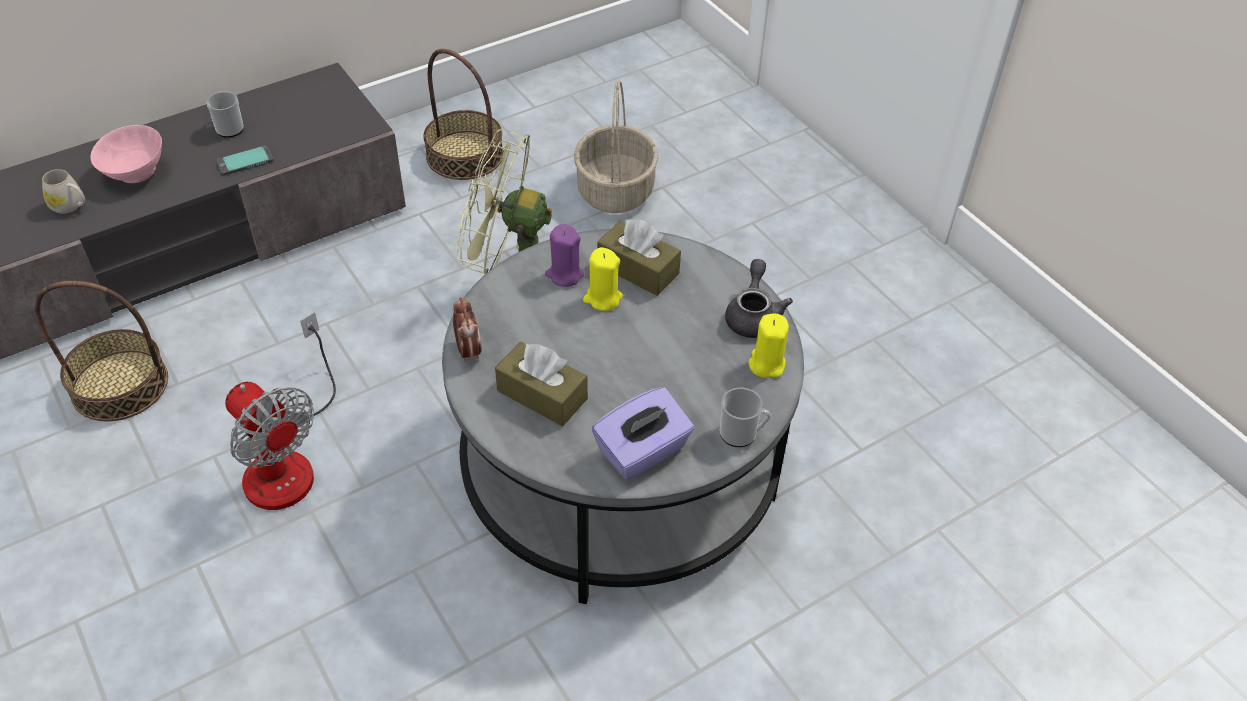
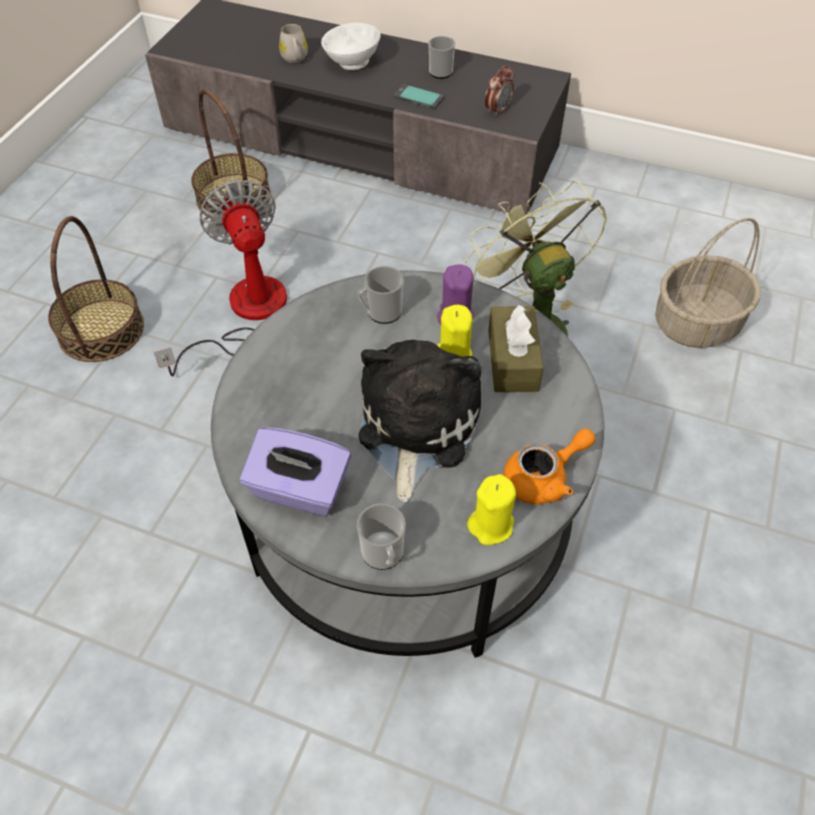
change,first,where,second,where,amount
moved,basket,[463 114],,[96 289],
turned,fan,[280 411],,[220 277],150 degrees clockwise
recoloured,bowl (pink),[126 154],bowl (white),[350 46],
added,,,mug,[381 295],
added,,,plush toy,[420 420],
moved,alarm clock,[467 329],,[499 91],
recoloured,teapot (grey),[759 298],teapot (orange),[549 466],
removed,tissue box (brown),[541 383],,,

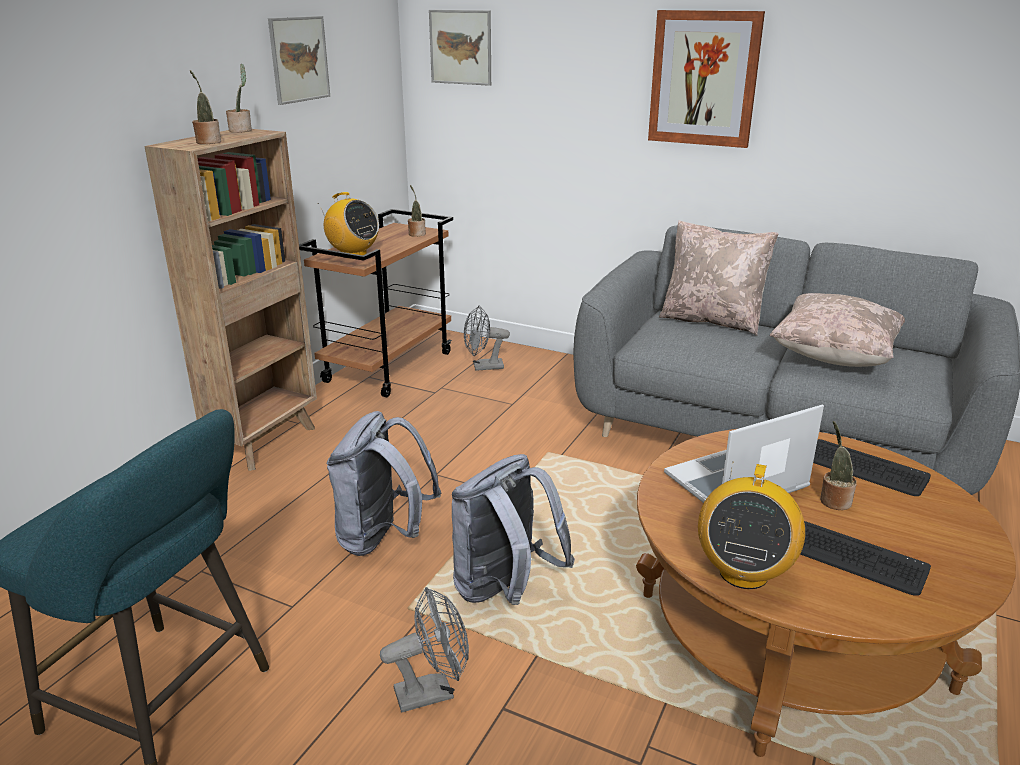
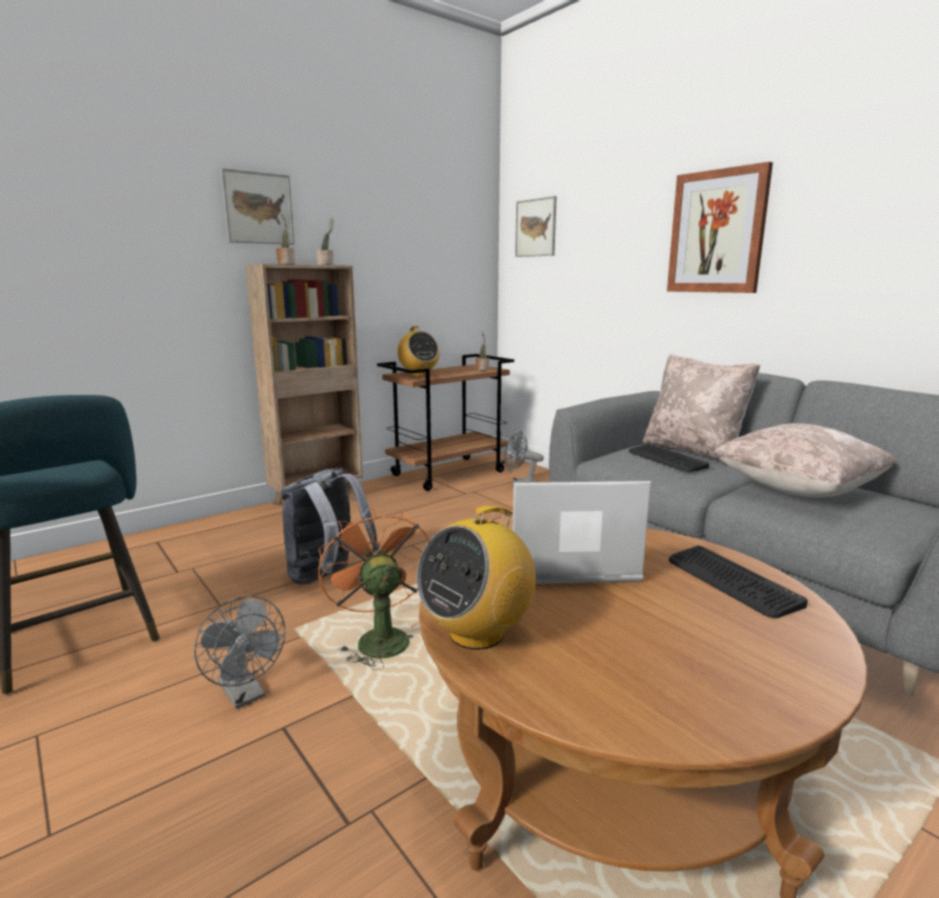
change,first,where,second,where,amount
turned,fan (grey),[424 649],,[239 652],45 degrees clockwise
moved,picture,[299 60],,[258 206],
replaced,backpack (grey),[513 529],fan (orange),[373 588],
moved,keyboard,[865 558],,[669 458],
removed,potted plant,[838 465],,,

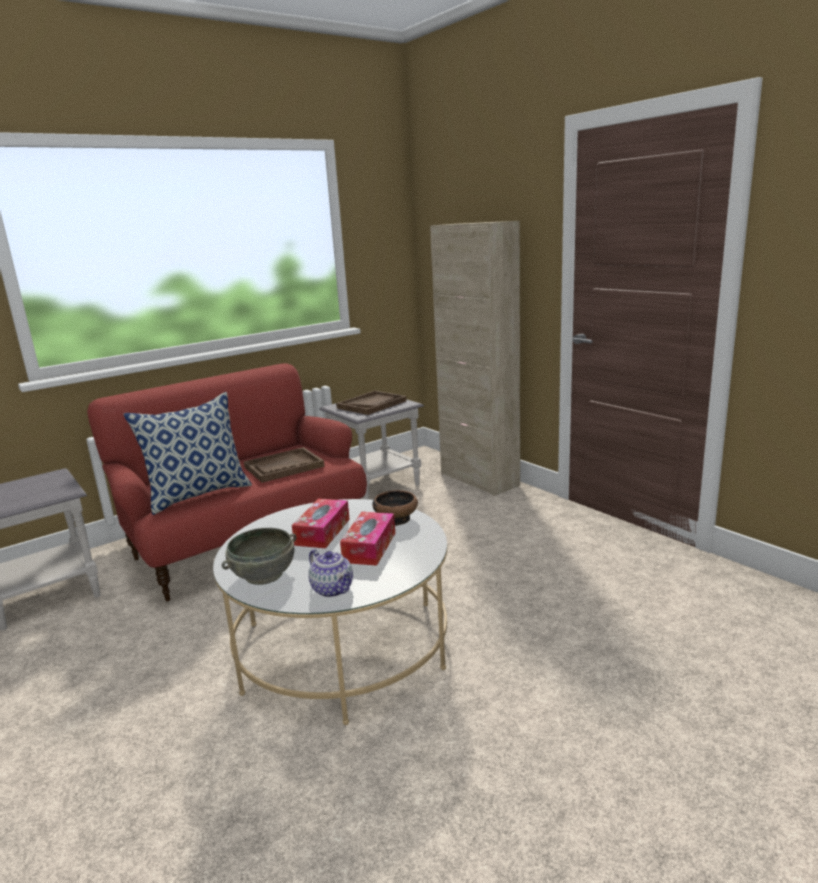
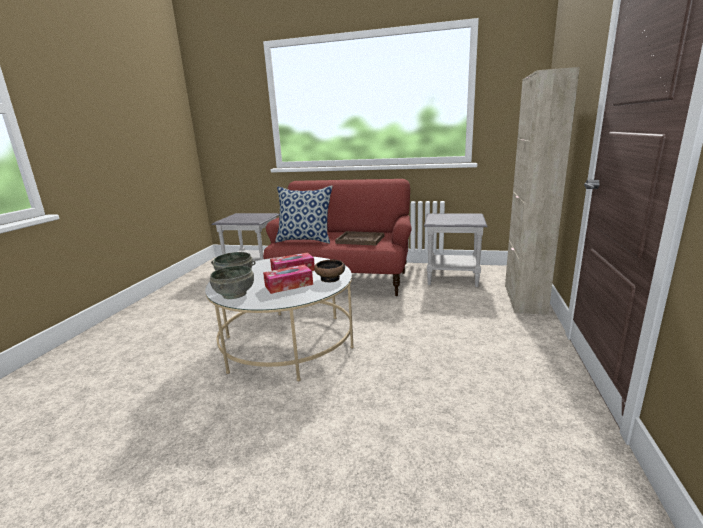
change,first,where,second,where,amount
replaced,teapot,[330 573],bowl (grey),[232 282],
removed,tray (brown),[371 403],,,

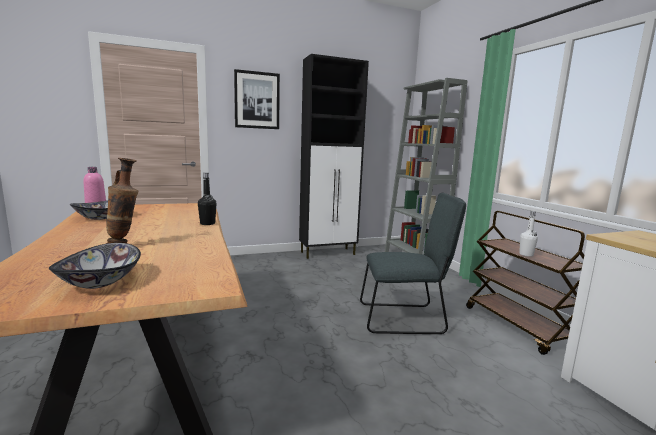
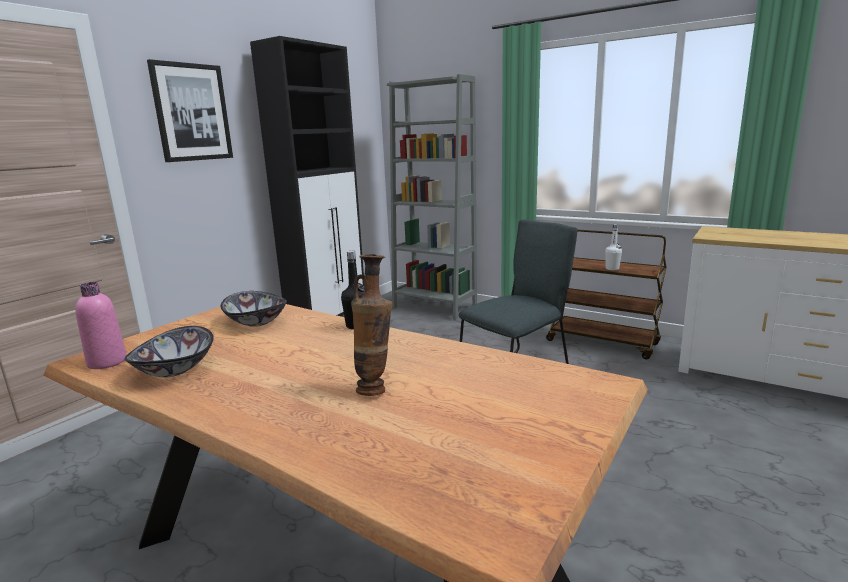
change,first,where,second,where,amount
moved,bowl,[95 266],,[254 309],

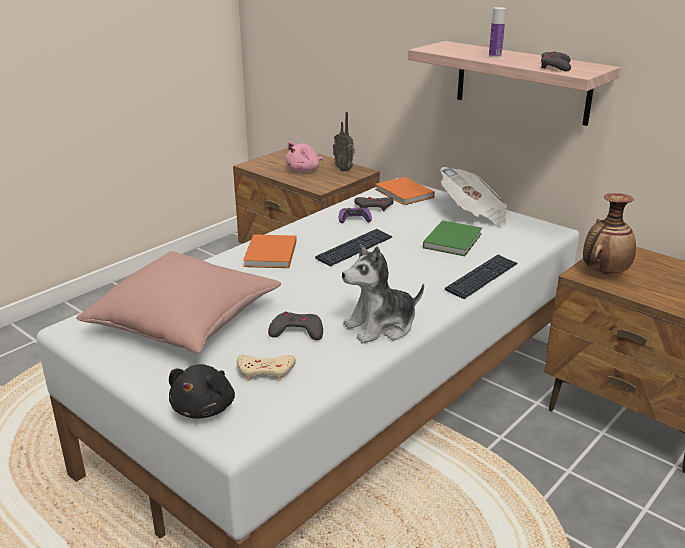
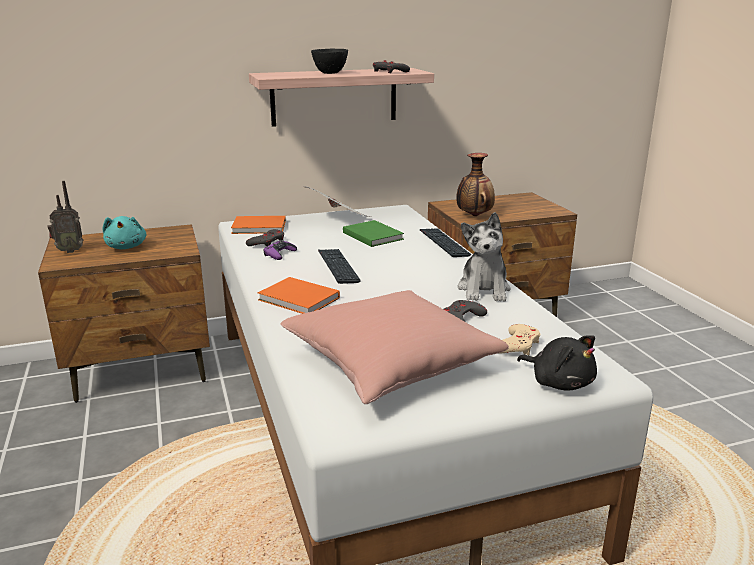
change,first,where,second,where,amount
moved,radio,[344 142],,[65 217],
recoloured,plush toy (pink),[305 156],plush toy (turquoise),[124 232],
replaced,bottle,[497 32],bowl (black),[329 61],

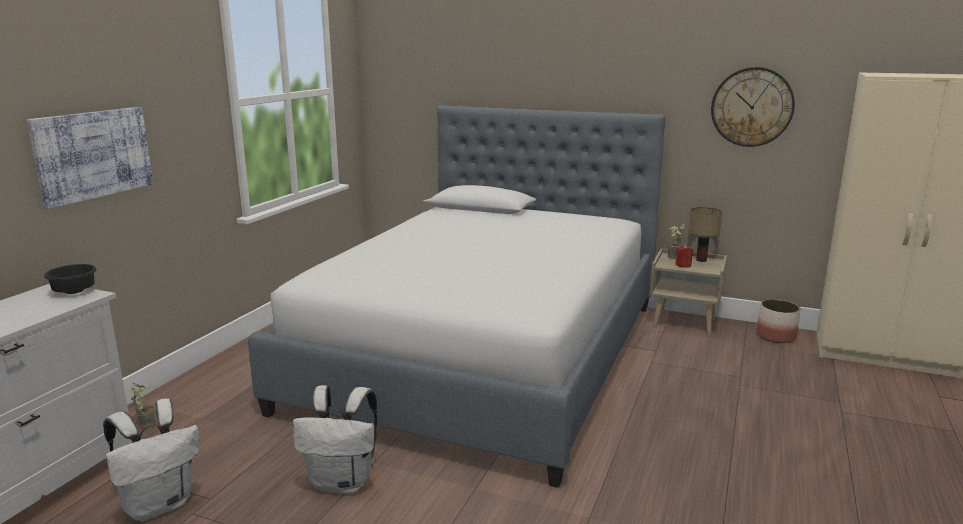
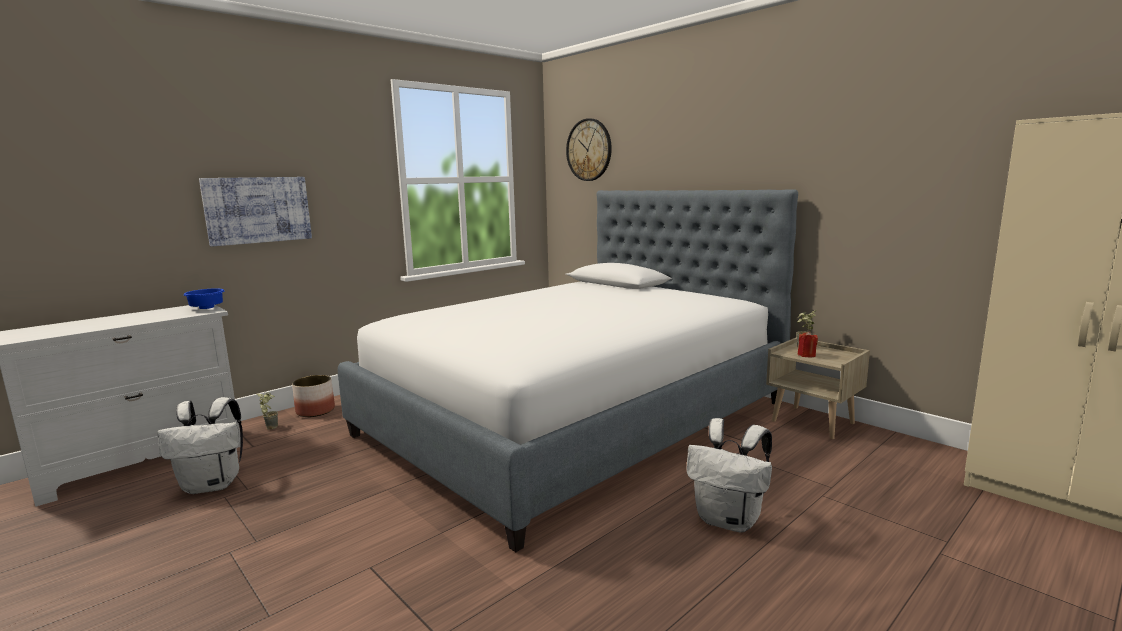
change,first,where,second,where,amount
recoloured,bowl (black),[70 279],bowl (blue),[204 298],
moved,planter,[779 321],,[313 396],
moved,wall clock,[753 107],,[589 149],
moved,backpack (white),[335 439],,[729 475],
removed,table lamp,[705 234],,,

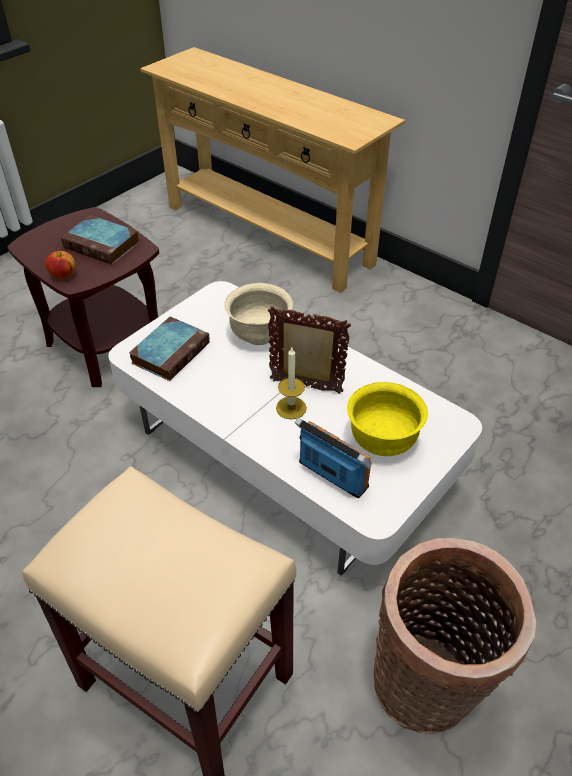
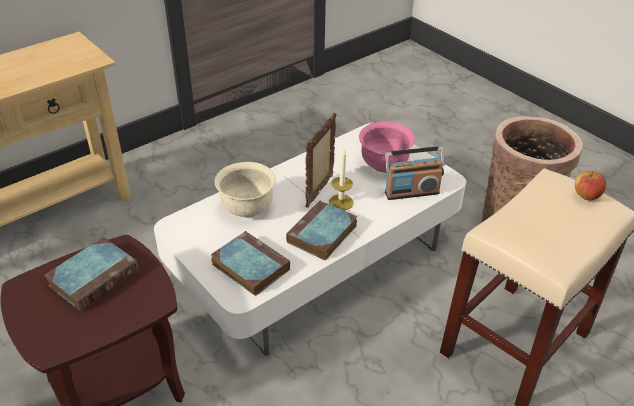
change,first,where,second,where,amount
added,,,book,[321 230],
recoloured,bowl (yellow),[387 419],bowl (pink),[387 147],
turned,radio,[333 458],,[414 173],150 degrees counterclockwise
moved,apple,[60 265],,[590 186],

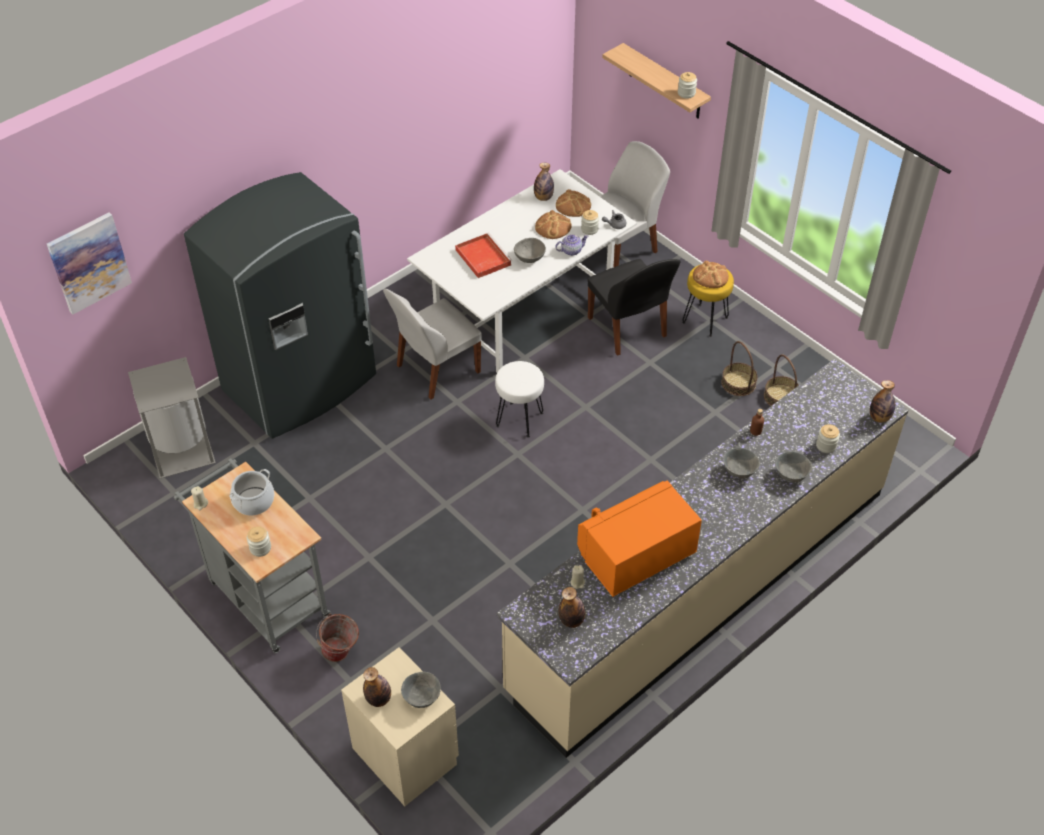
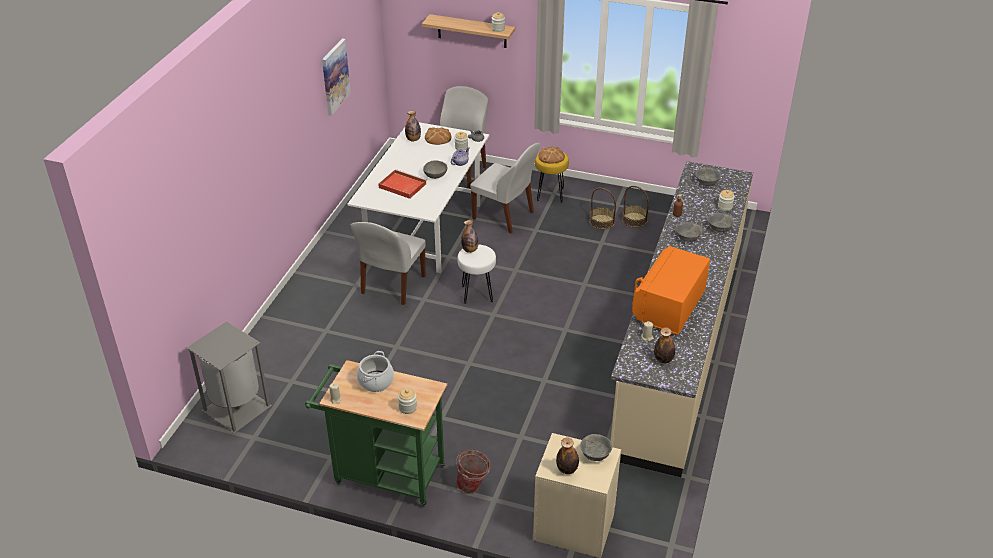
change,first,where,second,where,amount
recoloured,cart (grey),[252 555],cart (green),[376 433],
moved,picture,[89 263],,[336 77],
moved,bottle,[882 401],,[470 236],
recoloured,chair (black),[634 307],chair (white),[505 188],
added,,,bowl (grey),[708 176],
removed,fridge (grey),[280 305],,,
removed,bread,[553 224],,,

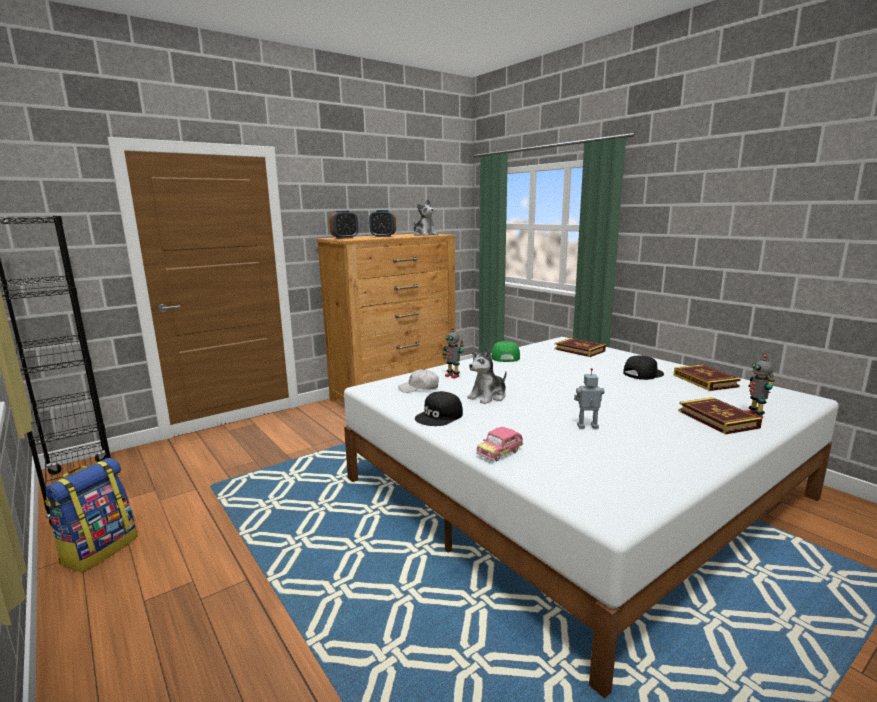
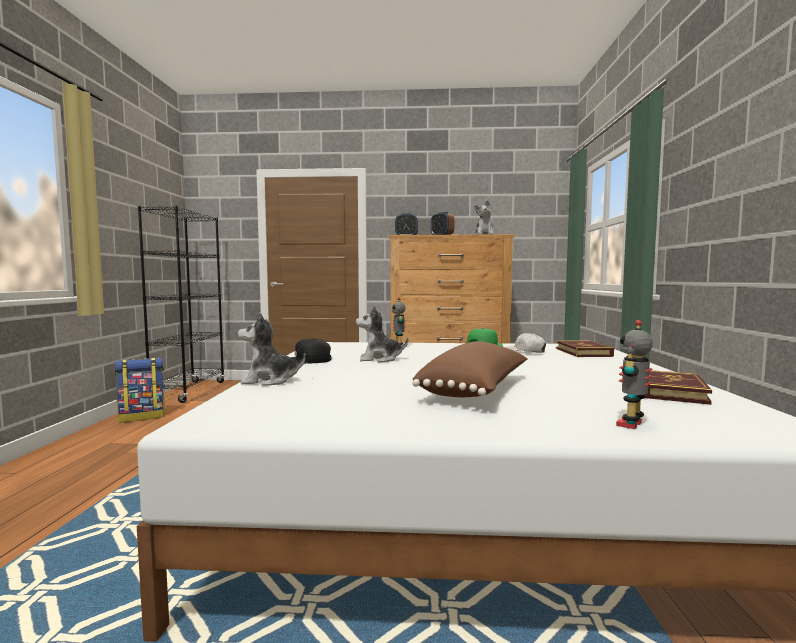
change,first,where,second,where,amount
replaced,toy car,[499 444],plush toy,[272 349],
added,,,pillow (brown),[470 369],
moved,cap (white),[418 381],,[525 343],
removed,toy robot,[589 398],,,
removed,cap (black),[643 367],,,
removed,book,[720 416],,,

